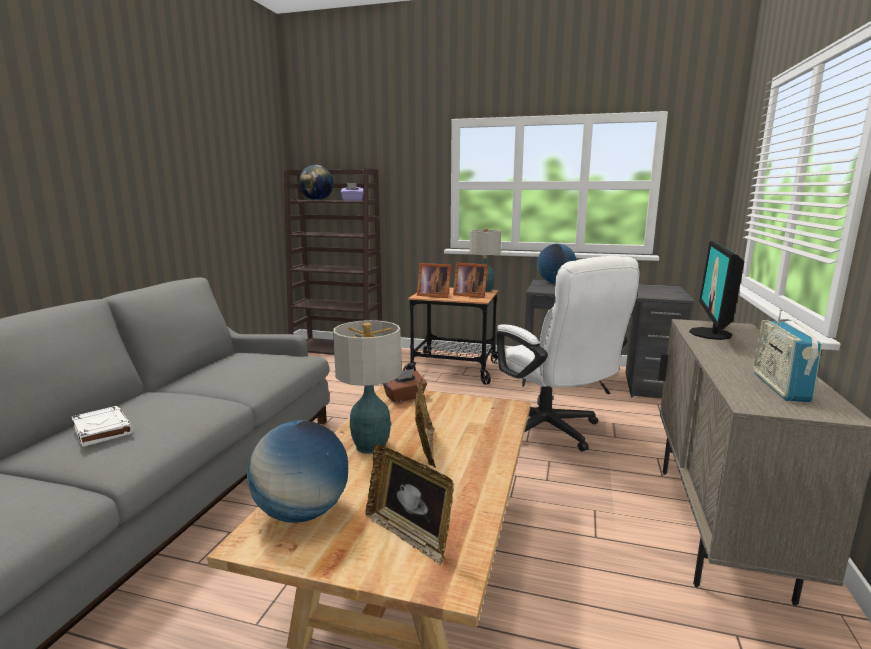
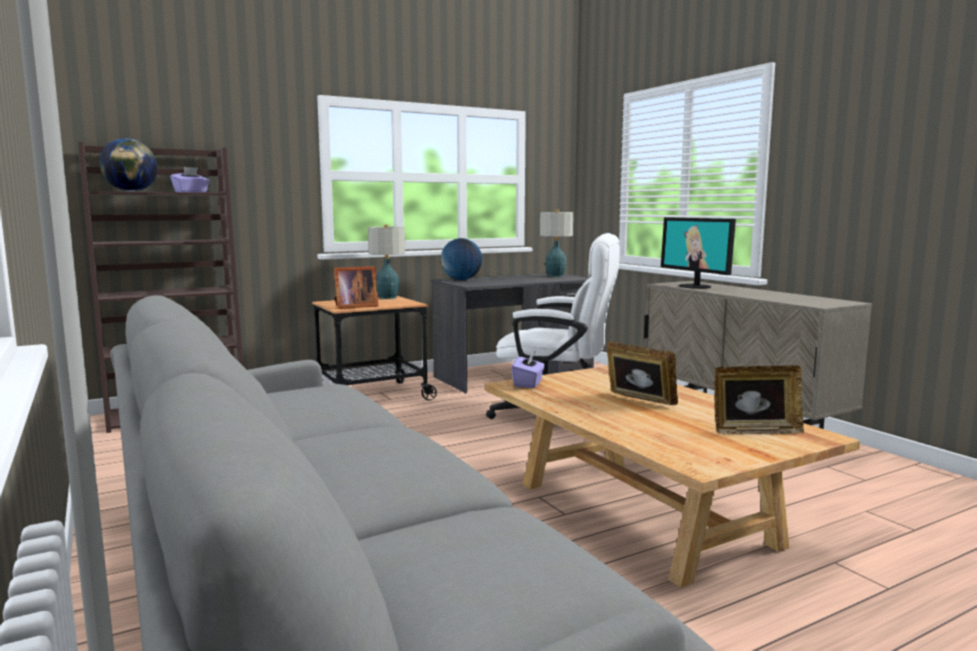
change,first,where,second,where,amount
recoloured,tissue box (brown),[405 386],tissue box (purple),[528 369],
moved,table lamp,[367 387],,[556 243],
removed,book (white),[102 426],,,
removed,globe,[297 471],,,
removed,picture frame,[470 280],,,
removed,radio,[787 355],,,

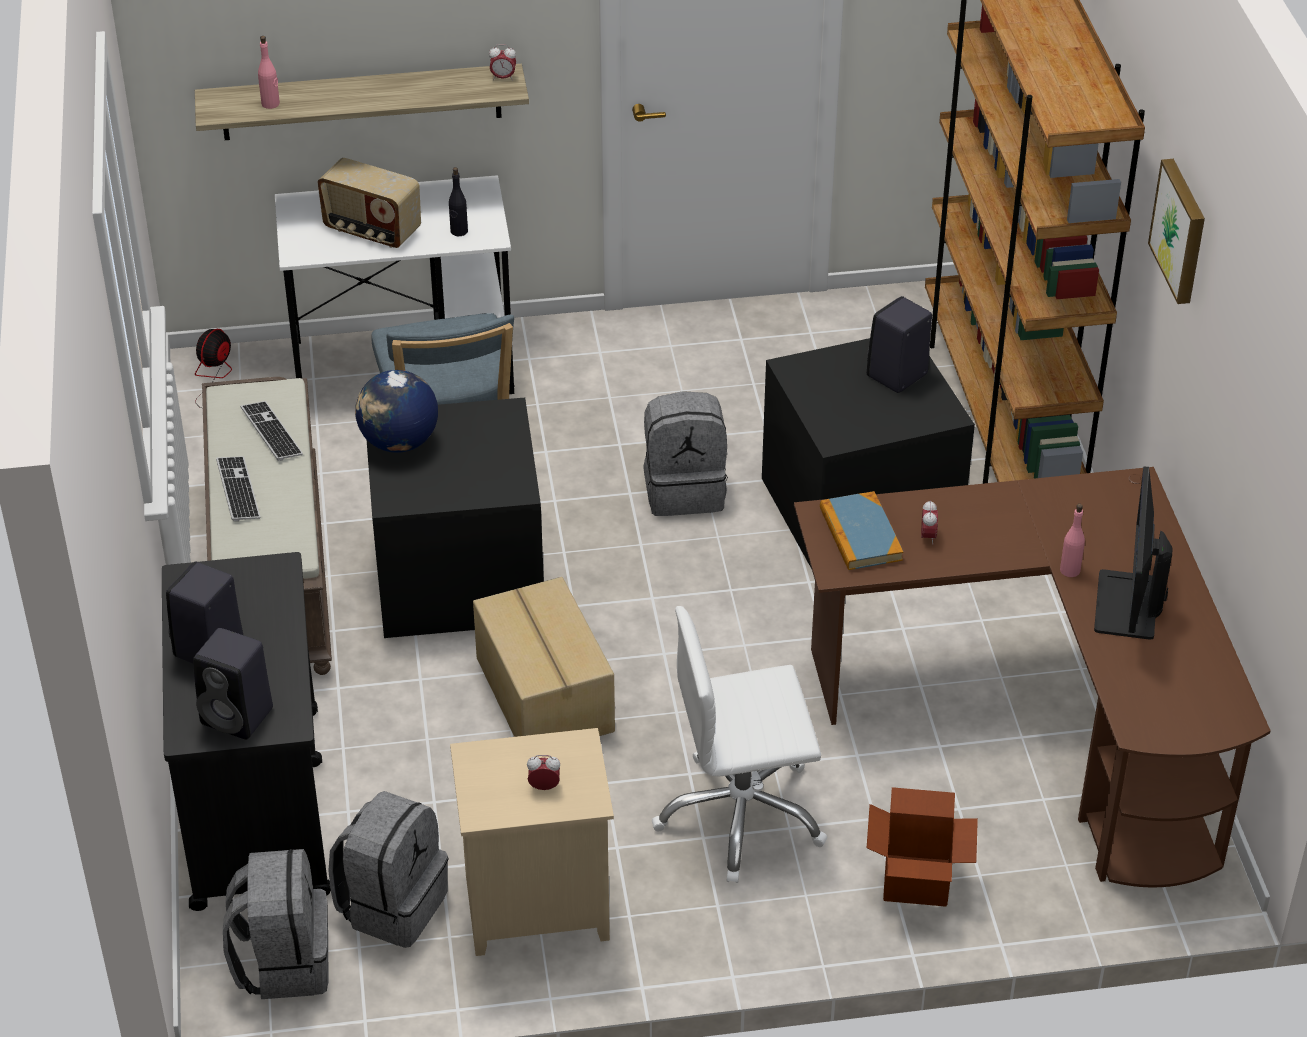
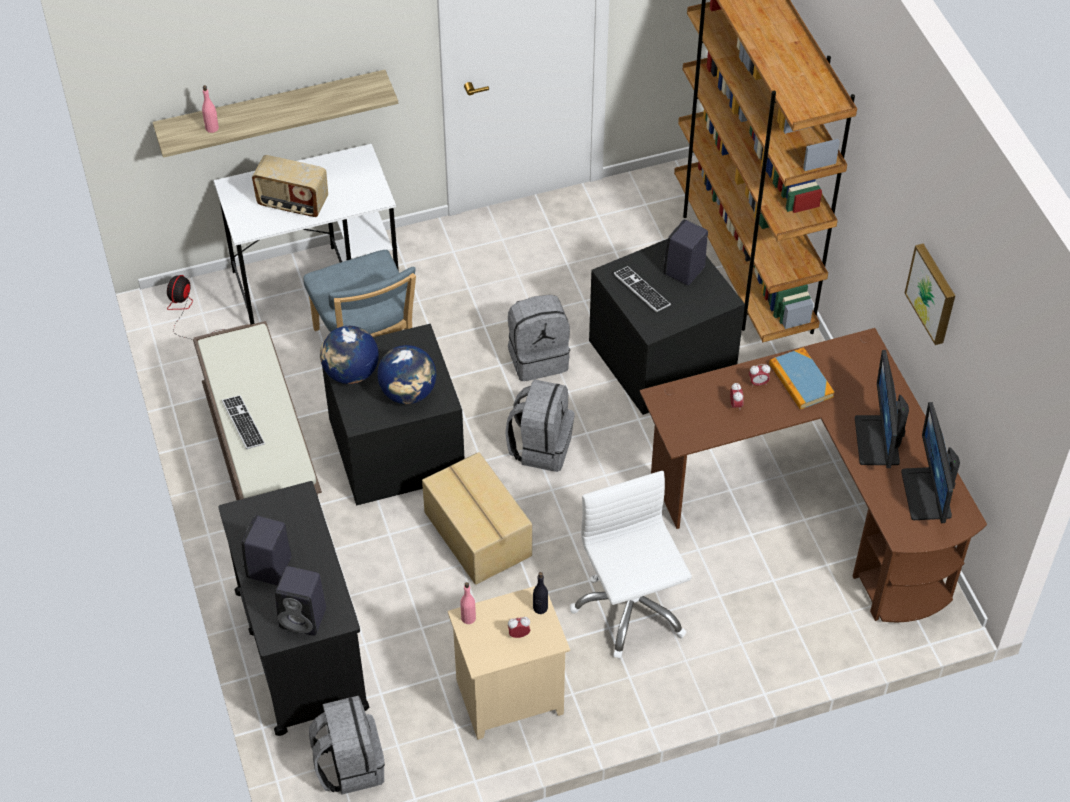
change,first,where,second,where,amount
added,,,globe,[406 374],
moved,bottle (pink),[1072 540],,[468 603],
moved,backpack (grey),[388 869],,[540 425],
moved,bottle (black),[458 201],,[540 593],
turned,office chair (white),[740 744],,[631 565],90 degrees clockwise
moved,keyboard,[272 431],,[642 289],
moved,alarm clock,[502 62],,[759 375],
moved,book,[861 530],,[802 378],
added,,,monitor,[930 462],
moved,picture,[1176 231],,[930 294],
removed,cardboard box,[922 847],,,

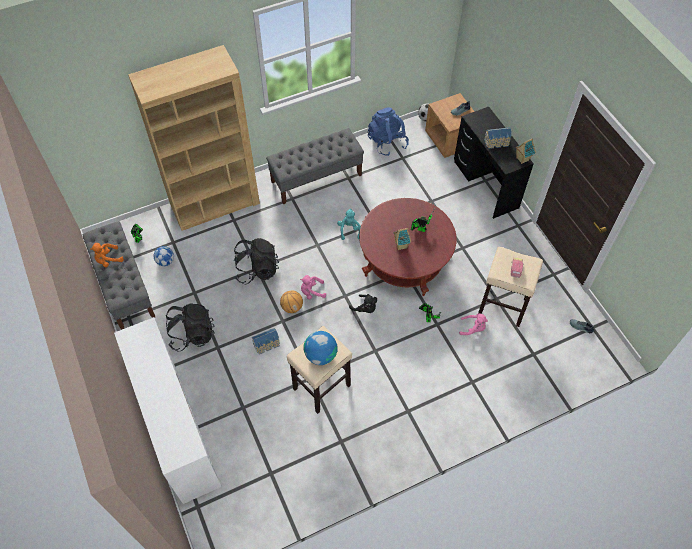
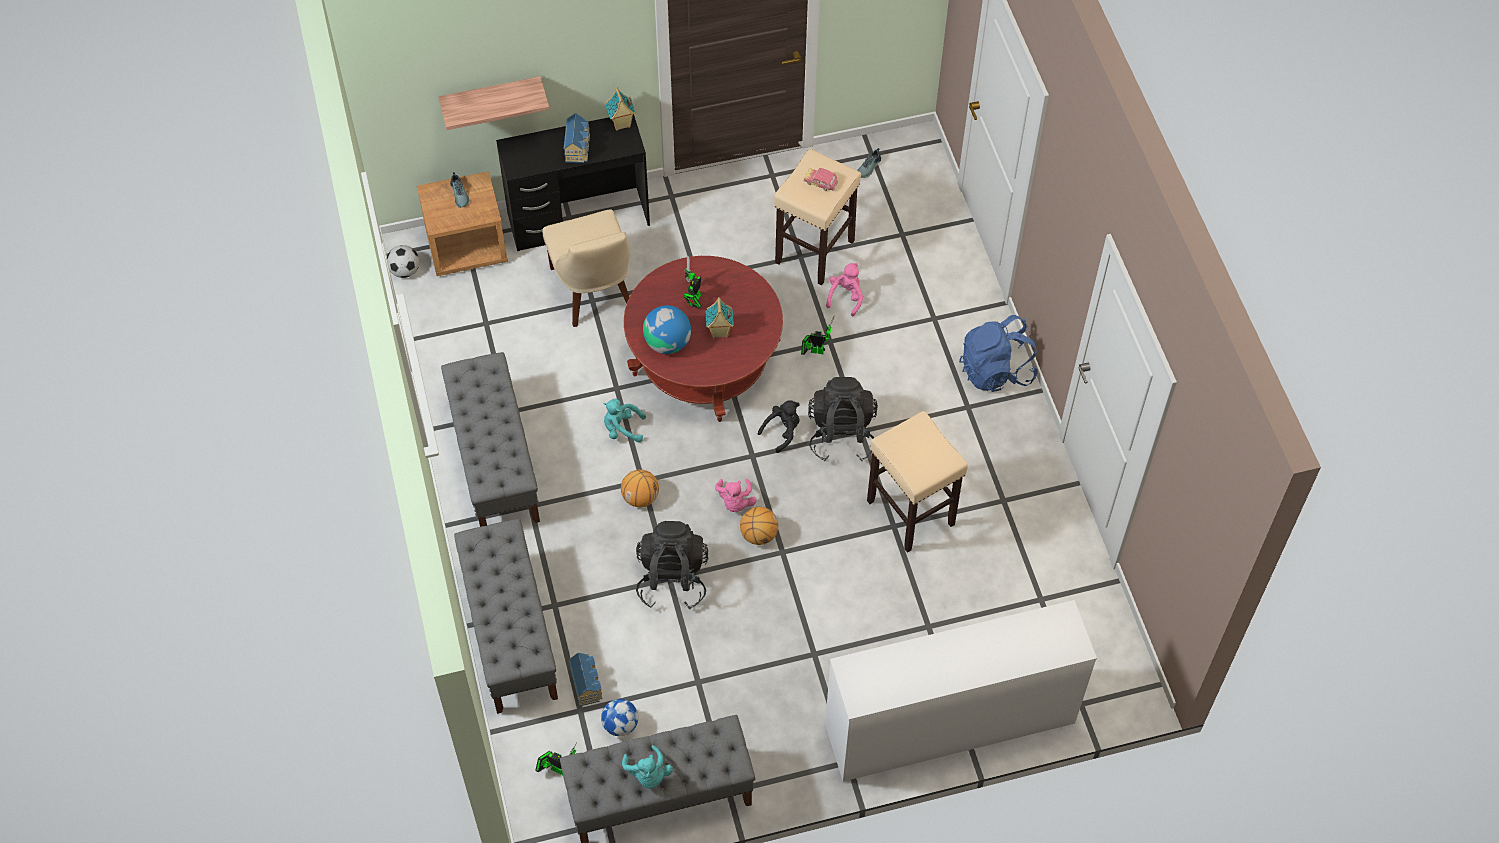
change,first,where,second,where,amount
added,,,shelf,[493 103],
replaced,bookcase (brown),[194 138],bench (grey),[506 616],
added,,,chair (beige),[586 268],
moved,toy house,[266 341],,[586 679],
added,,,basketball,[640 488],
recoloured,plush toy (orange),[107 255],plush toy (turquoise),[647 766],
moved,globe,[320 348],,[667 329],
moved,backpack (black),[190 327],,[843 419],
moved,backpack (blue),[388 131],,[998 353],

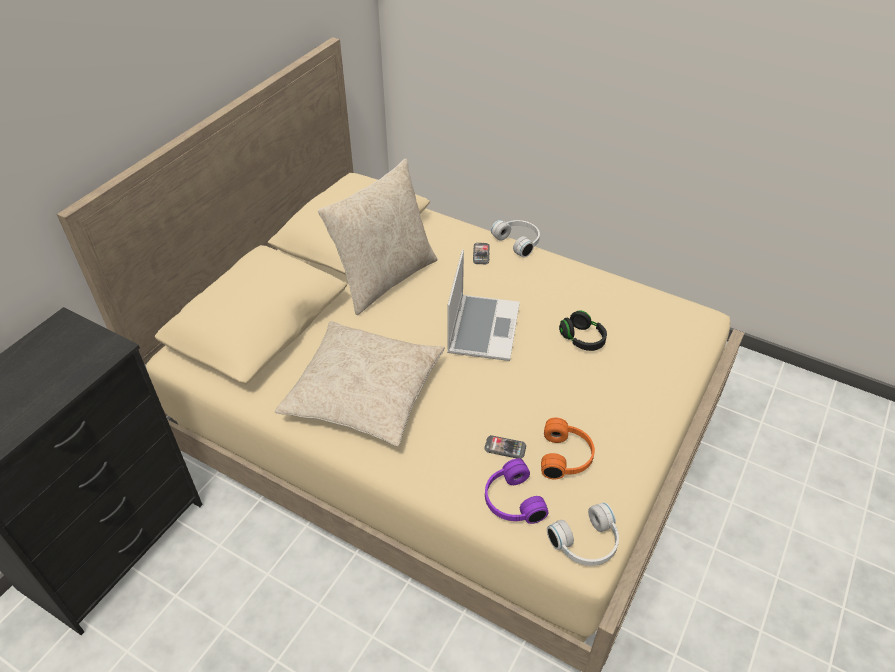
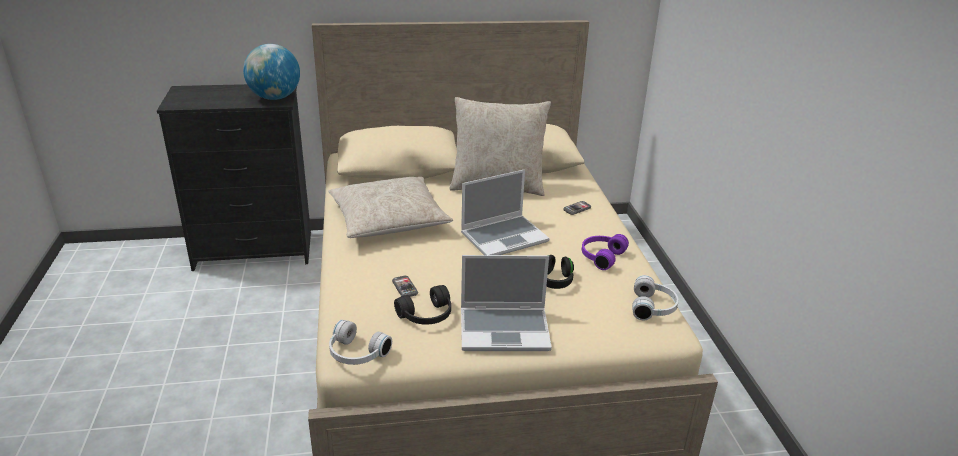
change,first,where,second,where,amount
added,,,globe,[271 72],
recoloured,headphones (orange),[568 448],headphones (black),[422 305],
added,,,laptop,[506 303],
moved,headphones (purple),[517 491],,[605 252],
moved,headphones (white),[515 239],,[655 298],

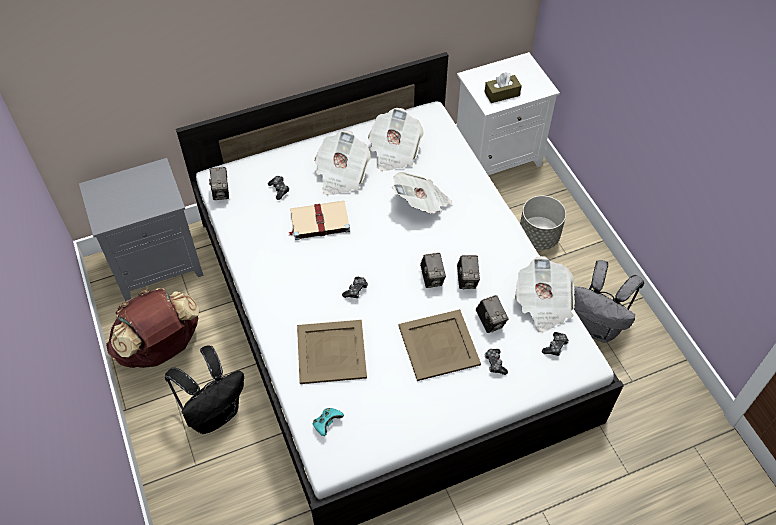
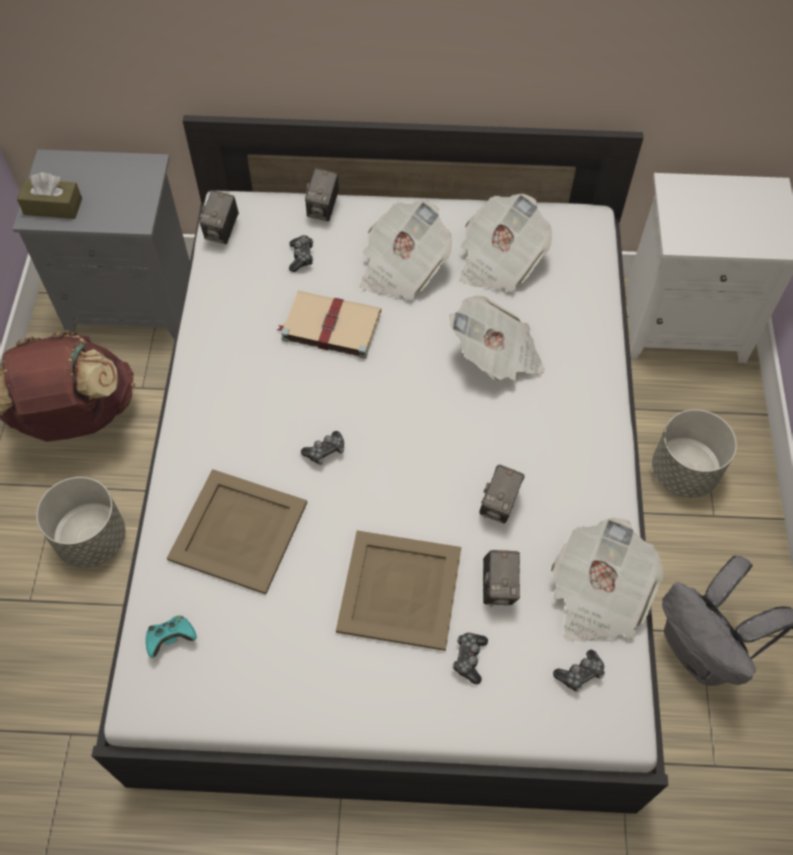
change,first,where,second,where,amount
moved,tissue box (brown),[503 87],,[49 196],
replaced,backpack (black),[204 389],planter (grey),[80 522],
moved,photo camera,[433 270],,[322 194],

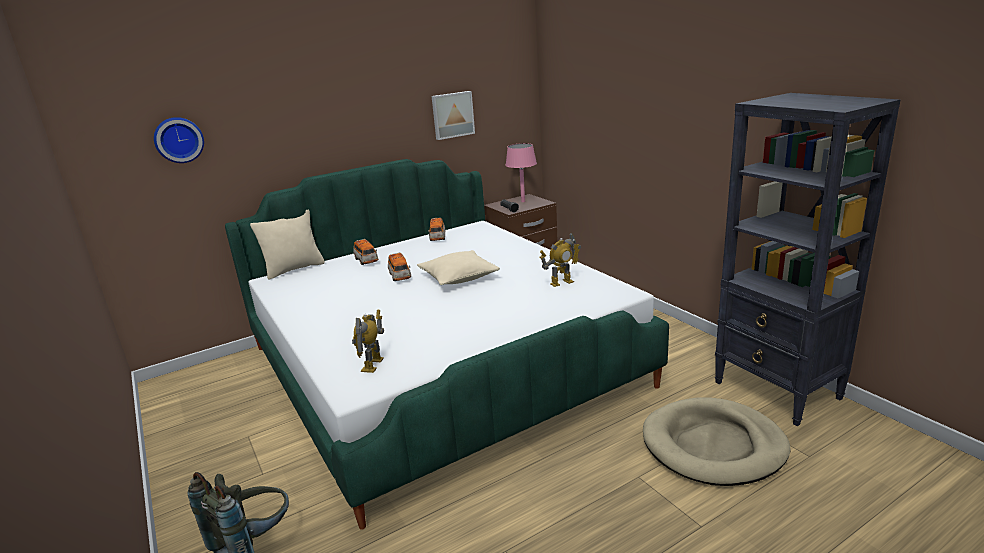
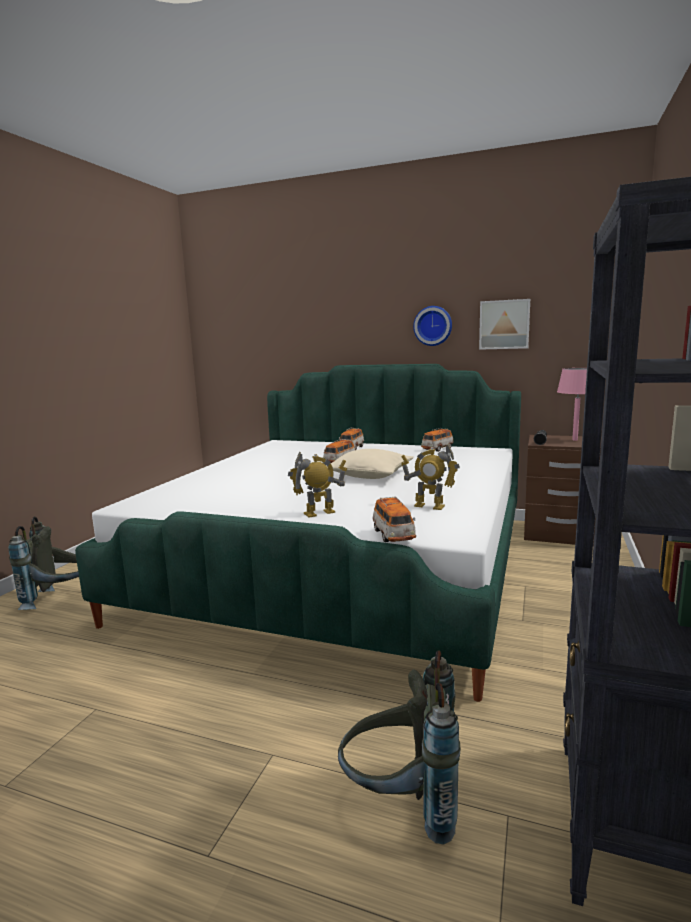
change,first,where,second,where,amount
moved,toy robot,[368 341],,[317 485],
replaced,dog bed (beige),[717 441],backpack (grey),[399 747],
added,,,toy car,[394 519],
moved,wall clock,[179 140],,[432 326],
removed,pillow (beige),[287 245],,,

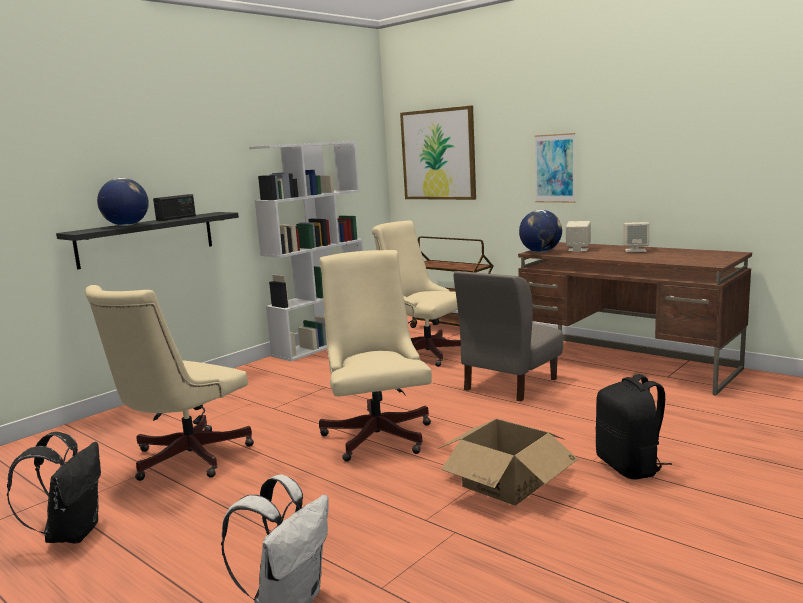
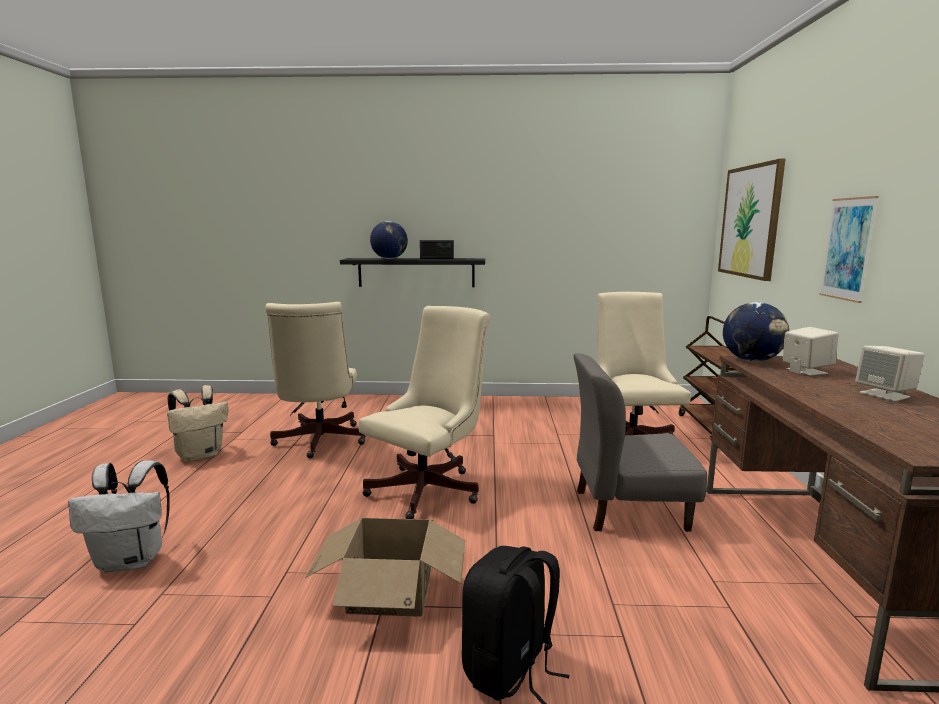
change,first,where,second,where,amount
recoloured,backpack (black),[54 488],backpack (beige),[197 423],
turned,office chair (beige),[169 383],,[315 380],90 degrees counterclockwise
removed,bookcase (white),[306 251],,,

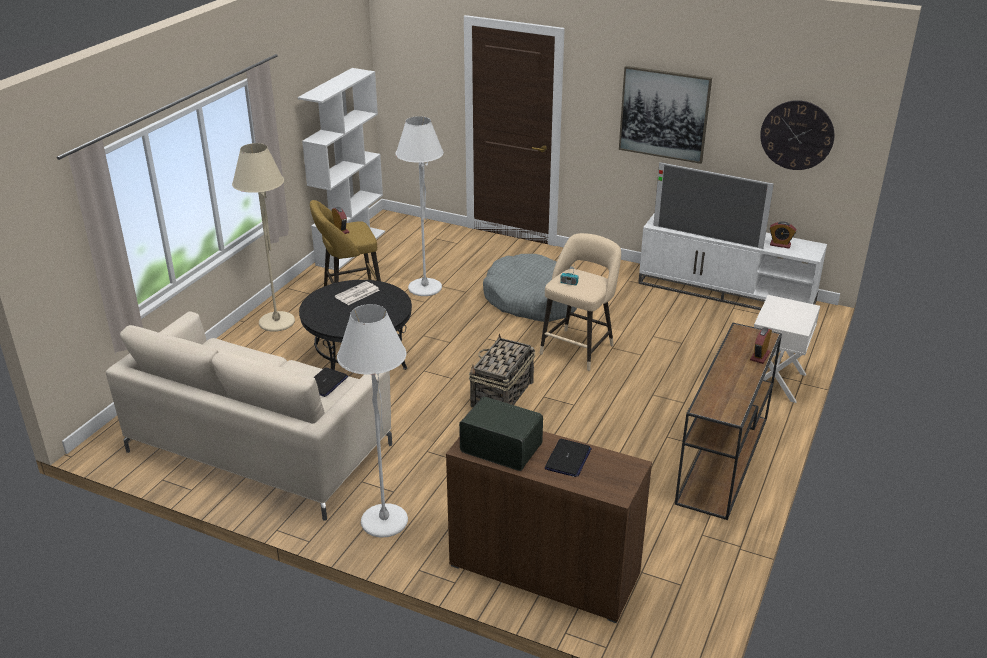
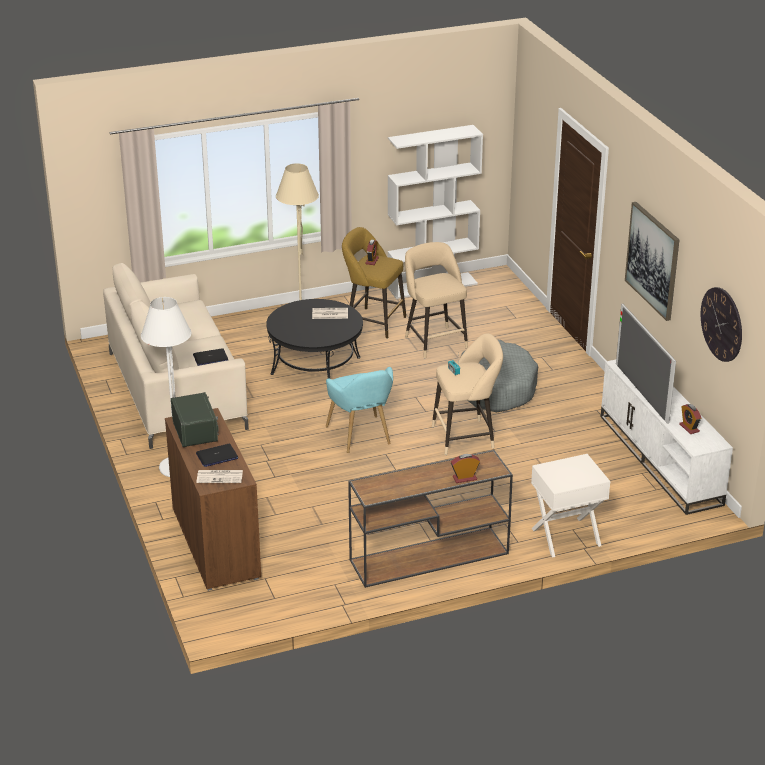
change,first,where,second,where,amount
added,,,newspaper,[219 476],
replaced,basket,[502 370],armchair (turquoise),[359 410],
replaced,floor lamp (white),[419 206],stool (beige),[436 300],

